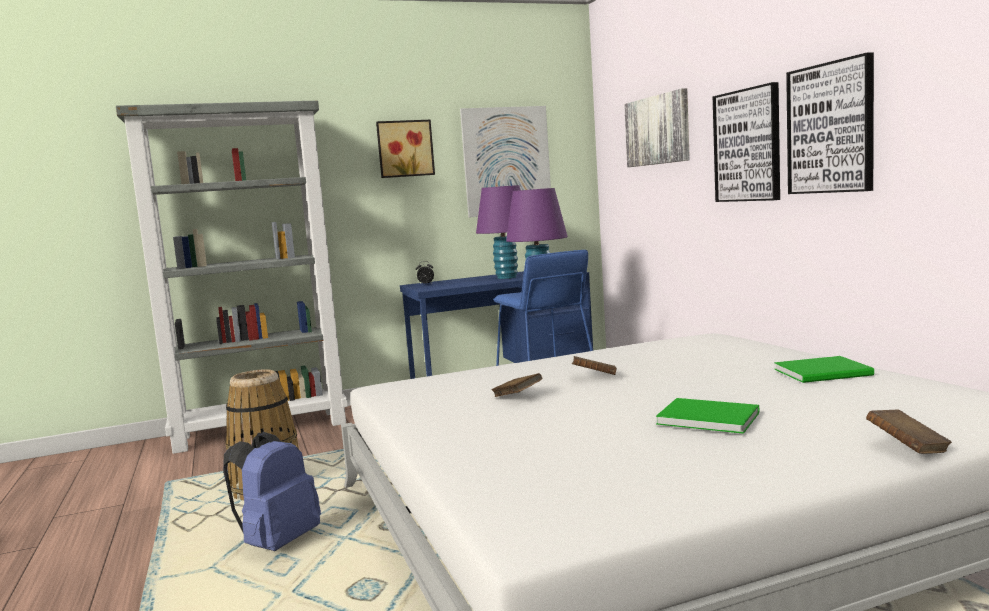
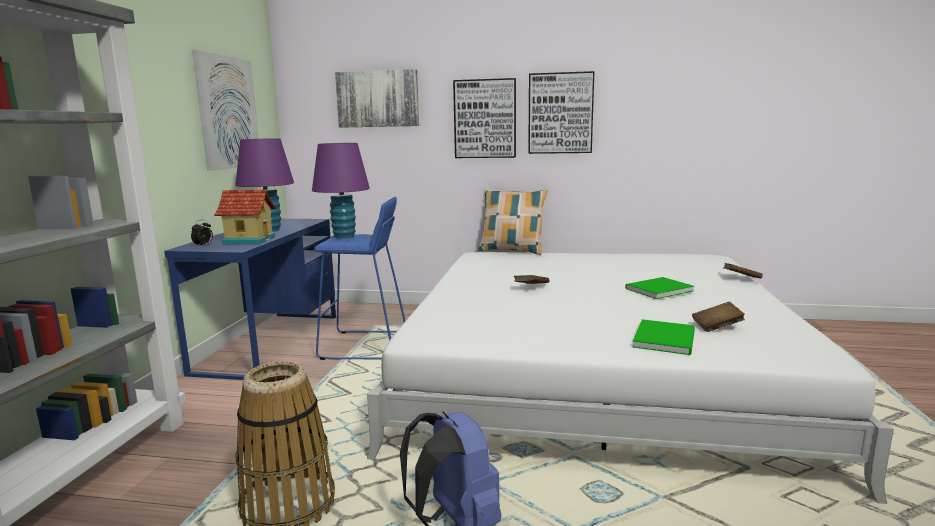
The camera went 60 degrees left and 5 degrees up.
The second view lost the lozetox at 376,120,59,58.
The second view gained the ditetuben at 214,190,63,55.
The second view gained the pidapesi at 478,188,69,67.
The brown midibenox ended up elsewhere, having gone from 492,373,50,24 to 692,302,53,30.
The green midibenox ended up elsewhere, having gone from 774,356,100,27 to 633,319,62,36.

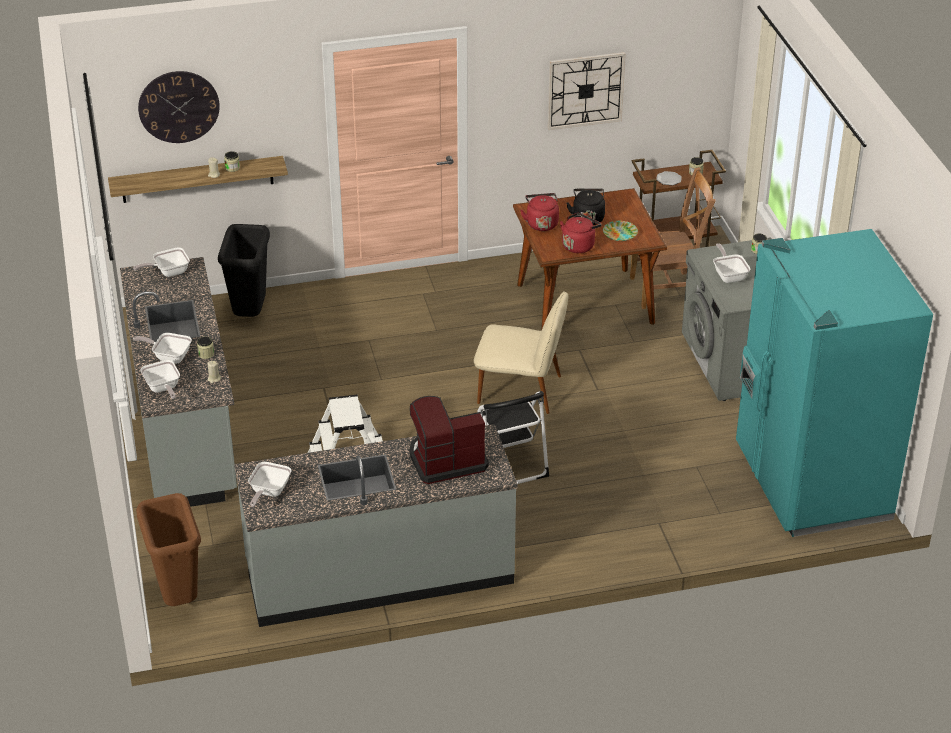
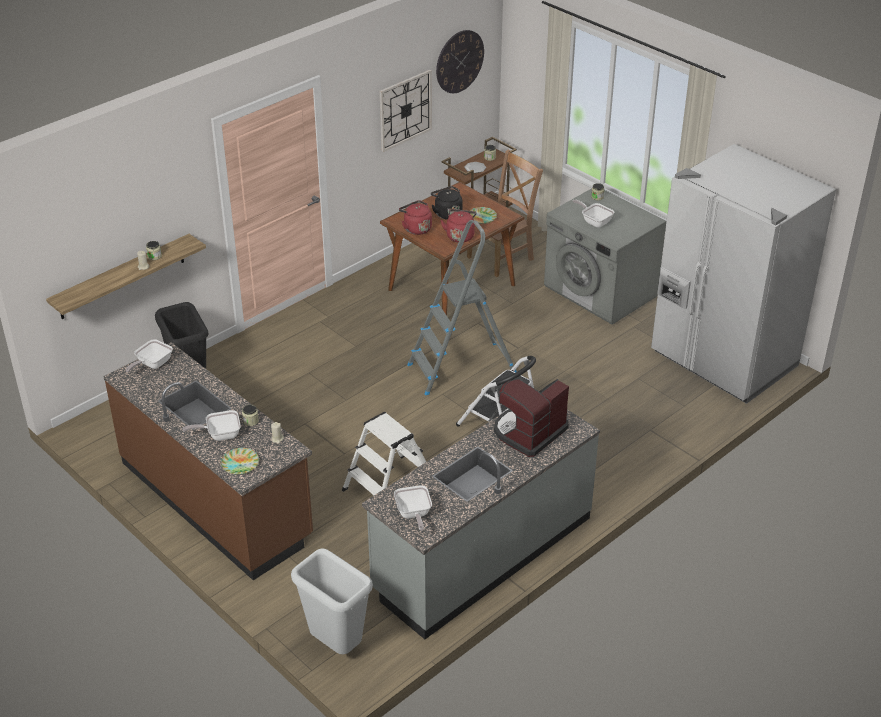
The camera went 30 degrees left and 0 degrees up.
The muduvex ended up elsewhere, having gone from 138,71,82,72 to 436,30,48,63.
Where the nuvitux stood at 141,360,39,39, the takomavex came to stand at 220,448,39,27.
Where the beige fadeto stood at 474,291,94,123, the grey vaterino came to stand at 407,220,110,175.
What was the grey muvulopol at 120,257,117,250 turned into the brown muvulopol at 103,342,210,238.
What was the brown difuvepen at 136,493,65,113 turned into the grey difuvepen at 291,548,82,106.
What was the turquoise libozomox at 736,229,197,308 turned into the white libozomox at 651,144,185,260.

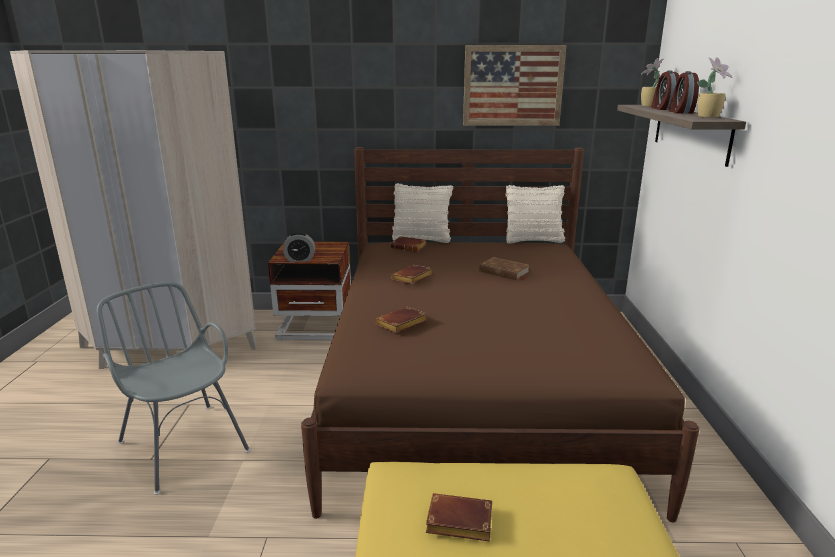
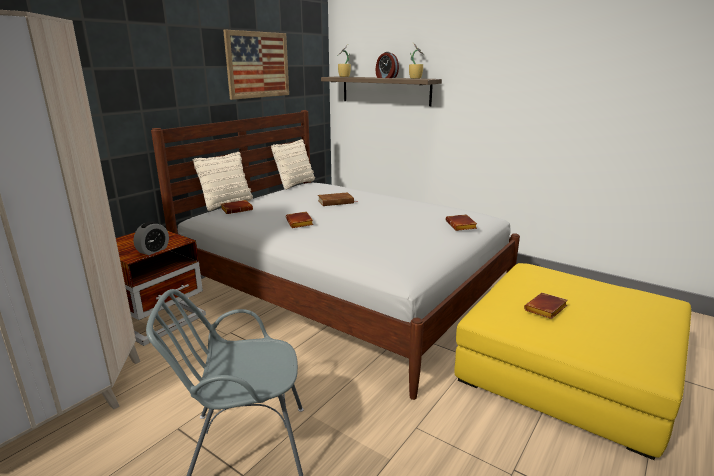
The camera went 55 degrees left and 0 degrees up.
The second view lost the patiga at 652,70,27,40.
The brown midibenox ended up elsewhere, having gone from 375,307,52,26 to 446,214,31,17.
What was the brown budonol at 301,147,398,375 turned into the white budonol at 151,110,369,290.

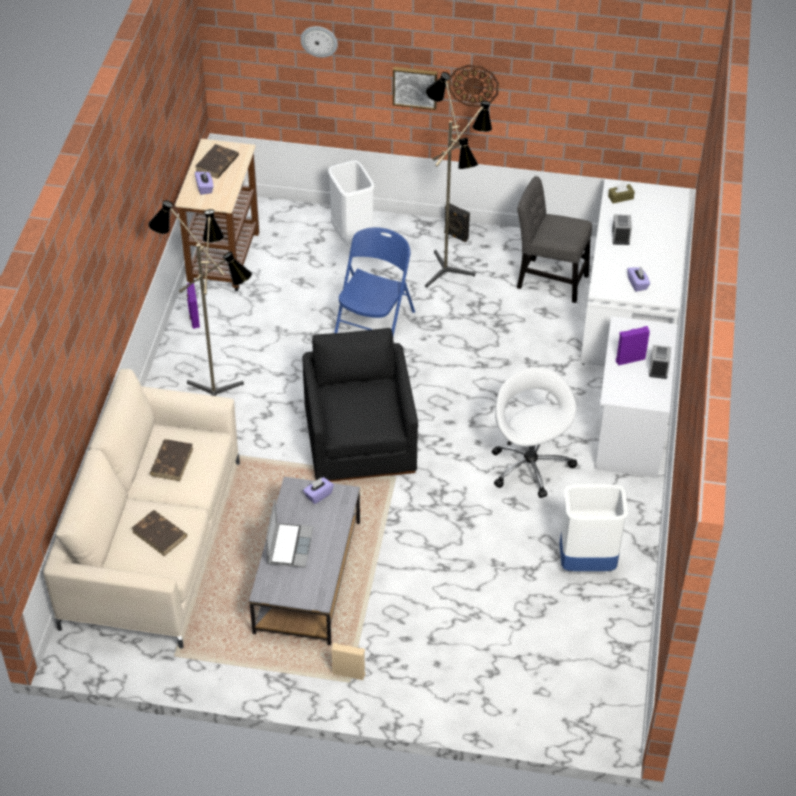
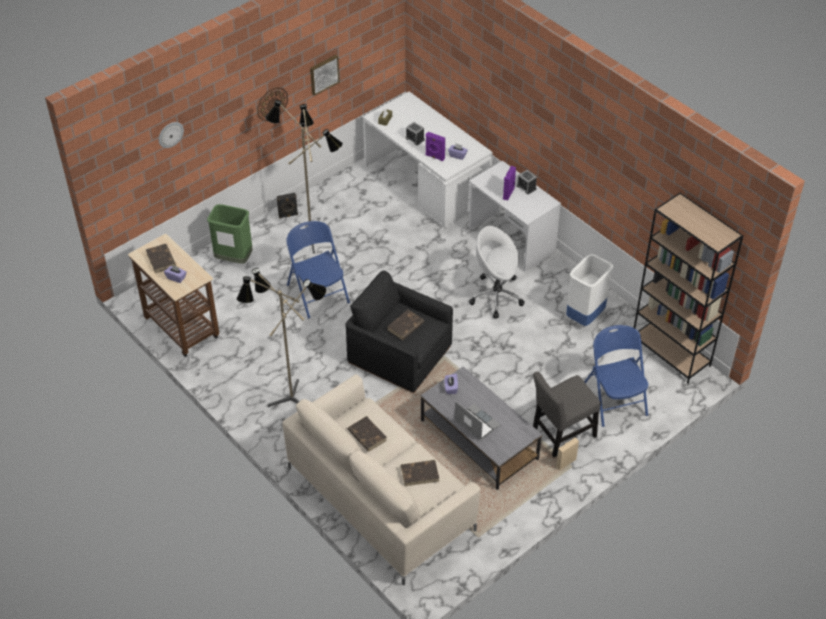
The camera went 50 degrees left and 0 degrees up.
The second view gained the brown midibenox at 387,310,37,30.
The second view gained the blue fadeto at 584,325,64,102.
The second view gained the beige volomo at 634,193,109,191.
The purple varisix ended up elsewhere, having gone from 186,283,14,46 to 425,132,20,29.
The lozetox ended up elsewhere, having gone from 393,67,44,43 to 310,55,30,41.
The grey fadeto ended up elsewhere, having gone from 517,176,75,127 to 533,372,68,85.
What was the white difuvepen at 328,161,46,84 turned into the green difuvepen at 207,204,46,60.

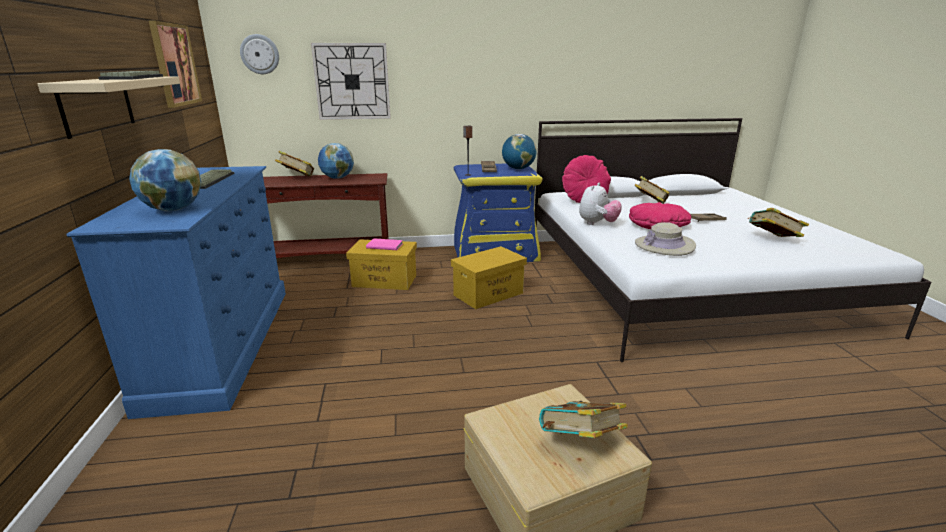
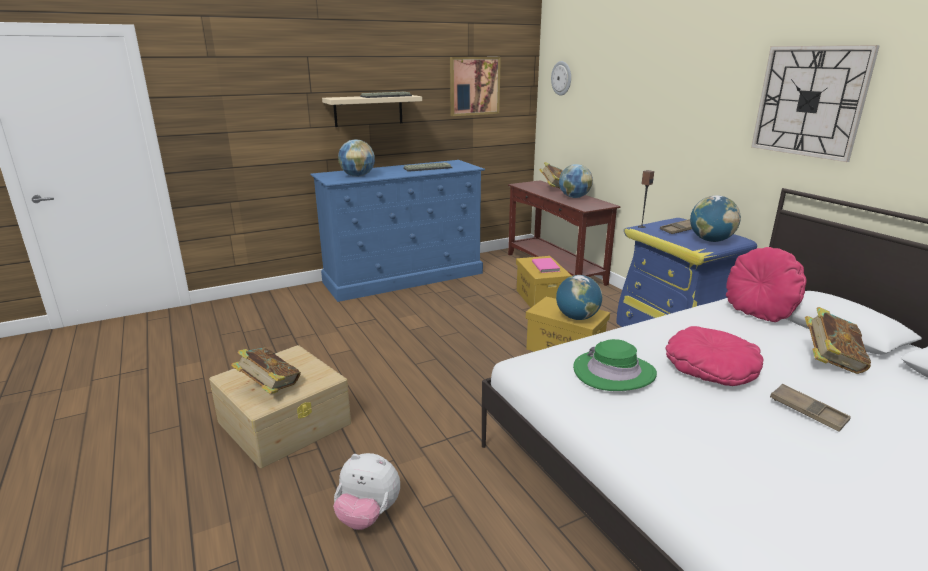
The camera went 70 degrees right and 0 degrees up.
The second view lost the midibenox at 748,208,61,29.
The second view gained the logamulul at 556,275,46,45.
The muduvex ended up elsewhere, having gone from 311,43,80,77 to 751,45,129,117.
The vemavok ended up elsewhere, having gone from 579,183,43,42 to 333,453,67,77.
What was the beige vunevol at 635,222,61,34 turned into the green vunevol at 573,339,84,52.

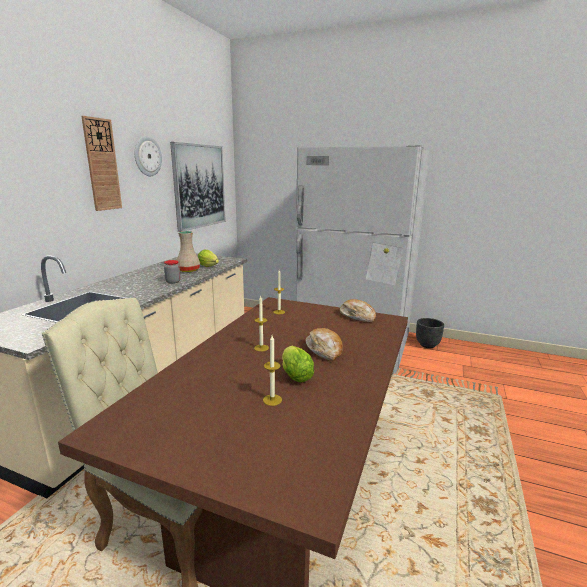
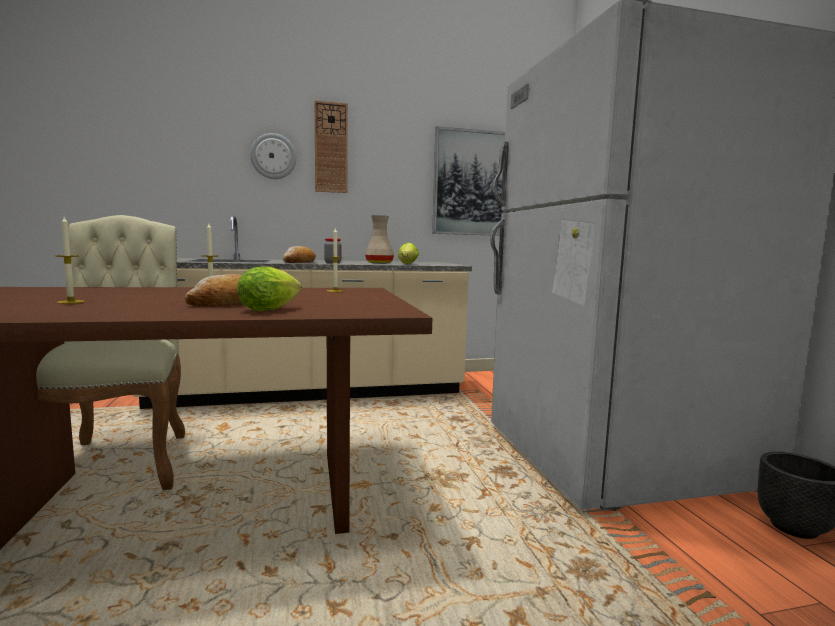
The camera went 55 degrees right and 10 degrees down.
The muduvex ended up elsewhere, having gone from 135,136,27,40 to 250,133,47,46.
The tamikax ended up elsewhere, having gone from 282,346,32,36 to 237,267,65,44.
The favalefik ended up elsewhere, having gone from 340,299,36,23 to 283,246,33,17.

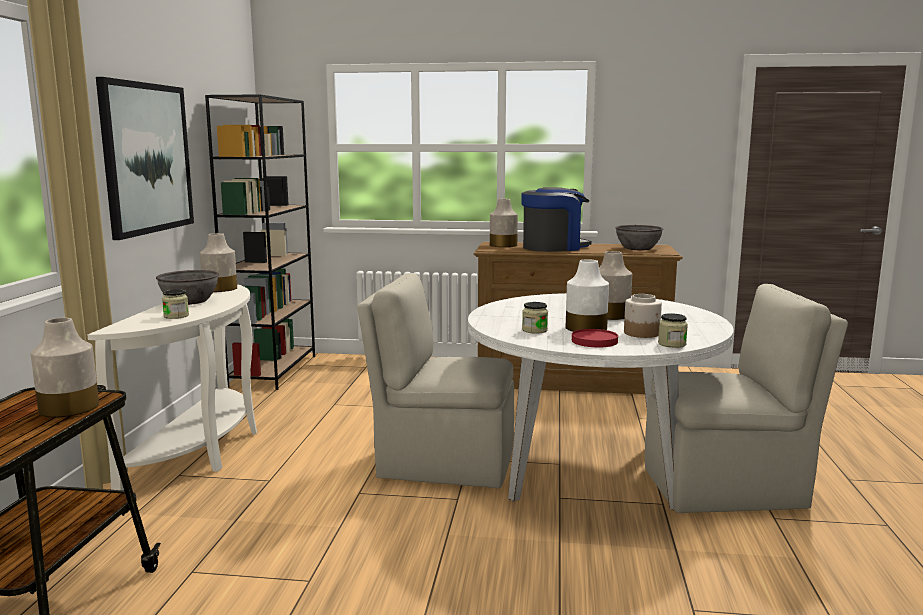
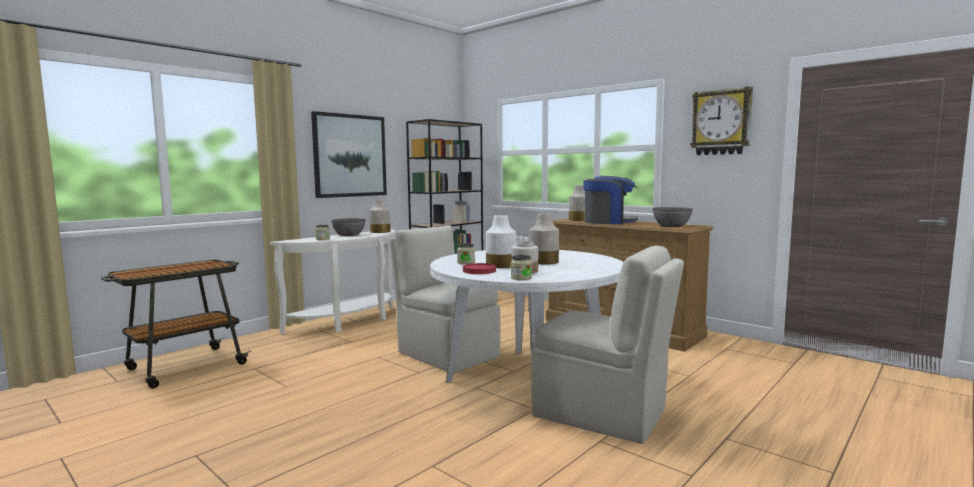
The camera went 35 degrees right and 5 degrees down.
The second view lost the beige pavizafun at 30,318,69,100.
The second view gained the muduvex at 690,87,63,68.

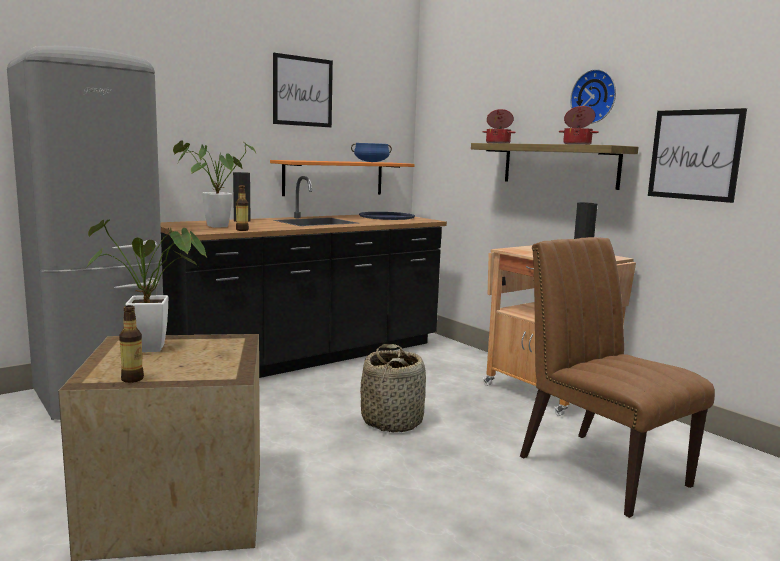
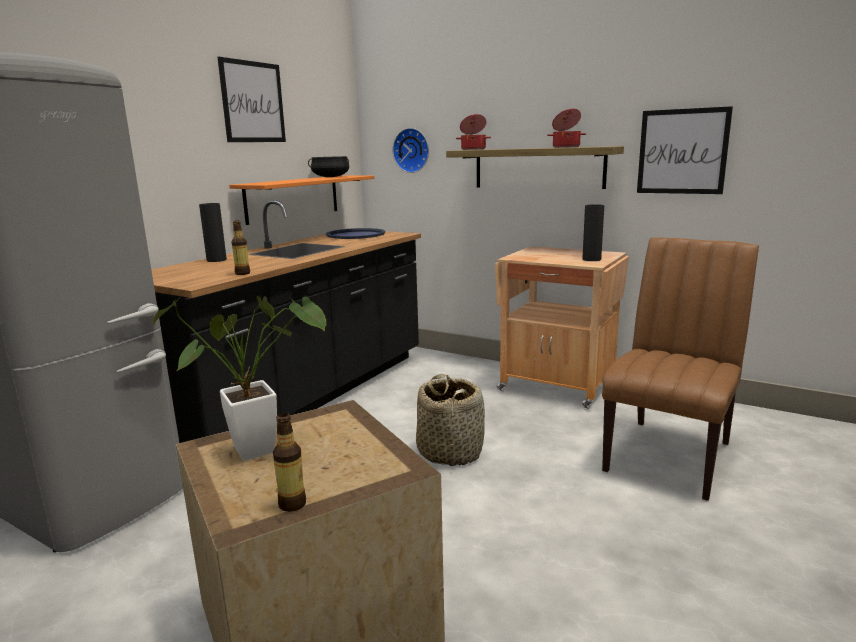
The camera went 20 degrees left and 5 degrees up.
The second view lost the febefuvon at 173,140,83,88.
The muduvex ended up elsewhere, having gone from 570,69,46,55 to 393,128,36,45.
What was the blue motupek at 351,143,41,19 turned into the black motupek at 308,156,41,21.
The brown fadeto at 520,237,195,281 ended up facing another way, 90 degrees clockwise from before.

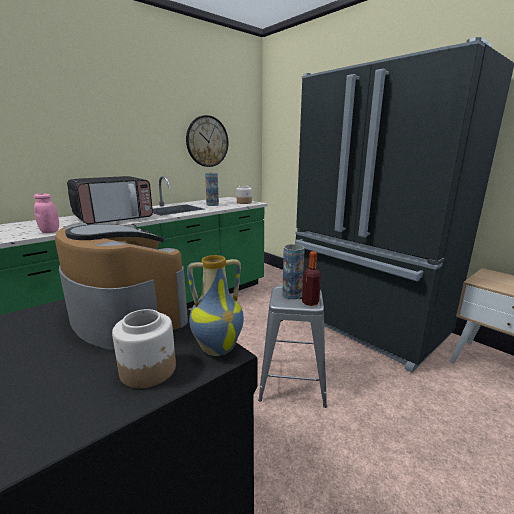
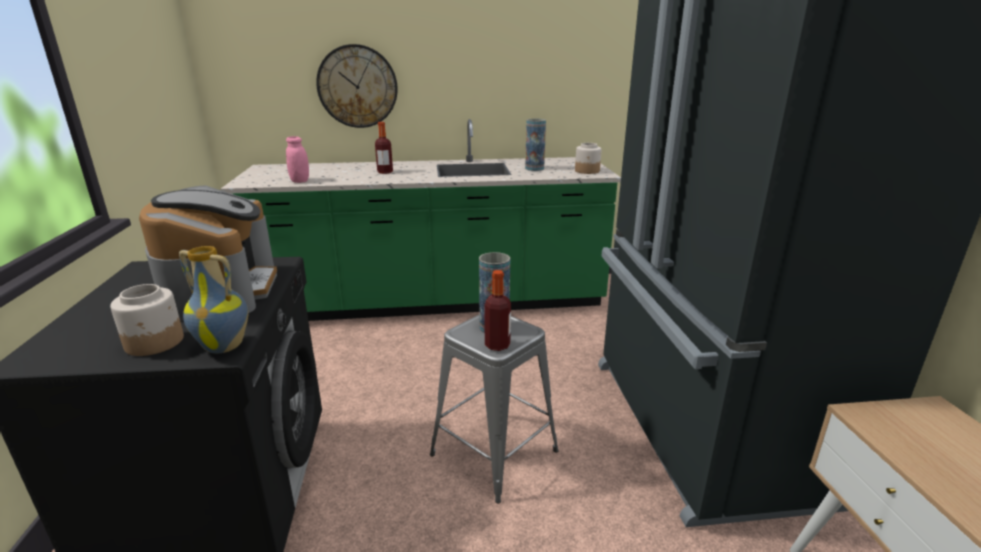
The camera went 35 degrees right and 5 degrees up.
The muduvex ended up elsewhere, having gone from 186,115,42,52 to 316,44,82,84.
Where the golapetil stood at 67,176,86,48, the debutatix came to stand at 375,122,18,52.

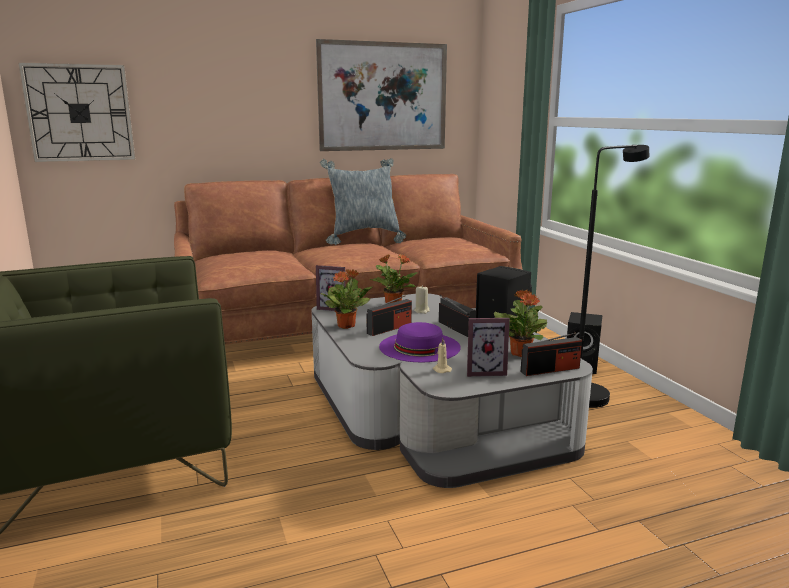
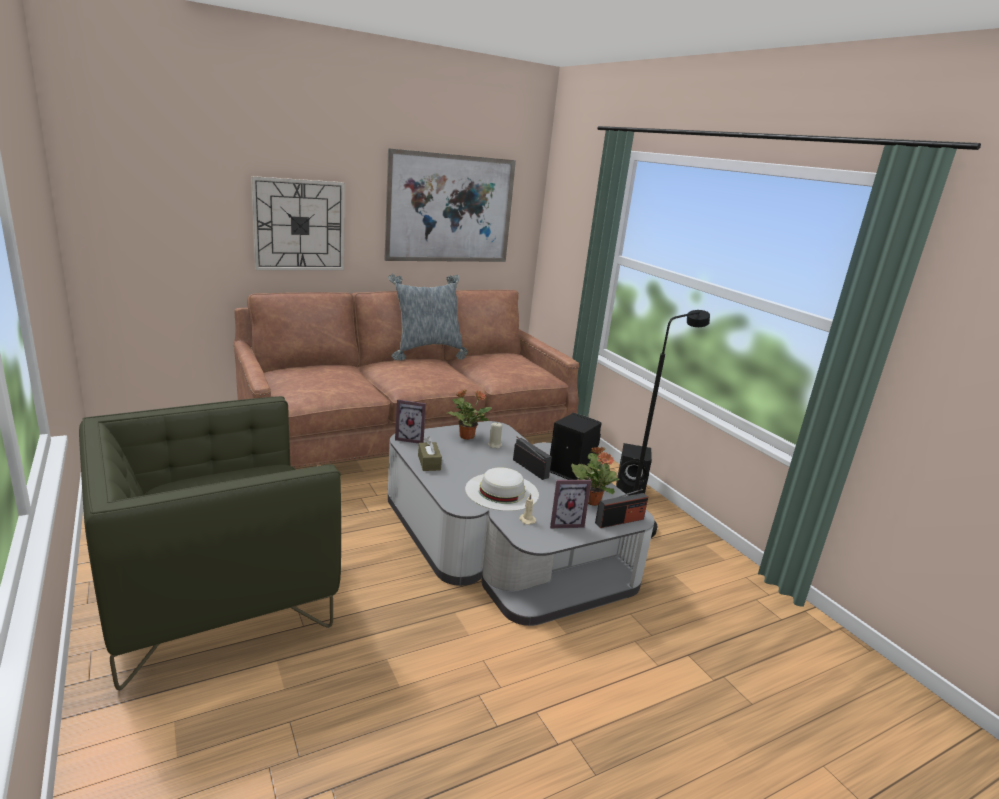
The camera went 10 degrees left and 5 degrees up.
The second view lost the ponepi at 366,295,46,41.
The muduvex ended up elsewhere, having gone from 18,62,117,100 to 251,176,94,94.
Where the febefuvon stood at 321,269,52,60, the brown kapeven came to stand at 418,437,24,34.
What was the purple vunevol at 379,322,82,40 turned into the white vunevol at 465,467,74,44.

